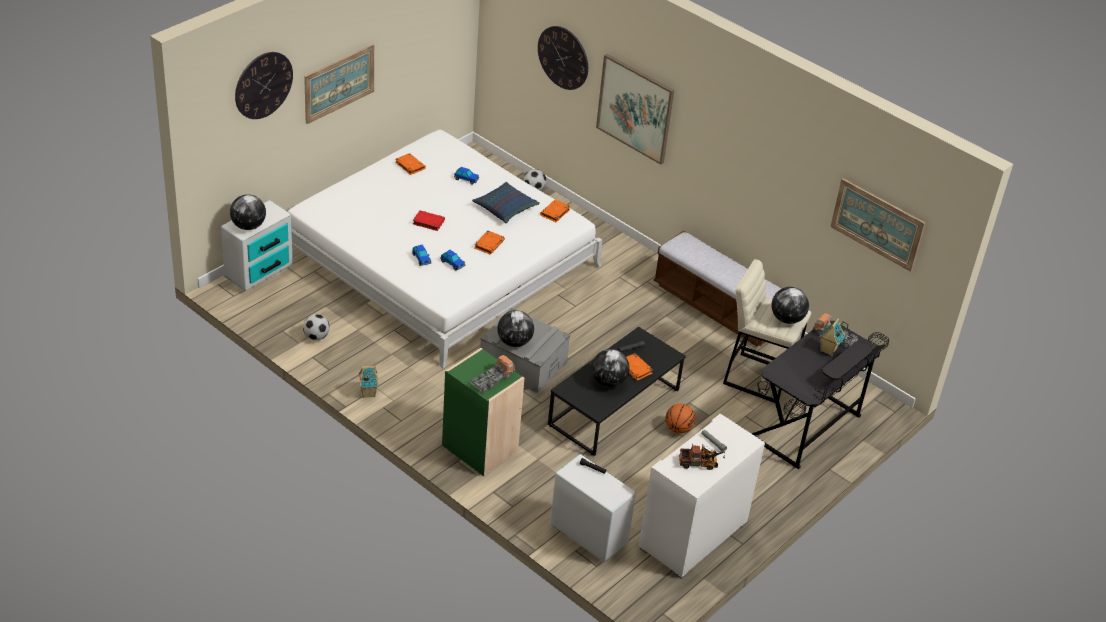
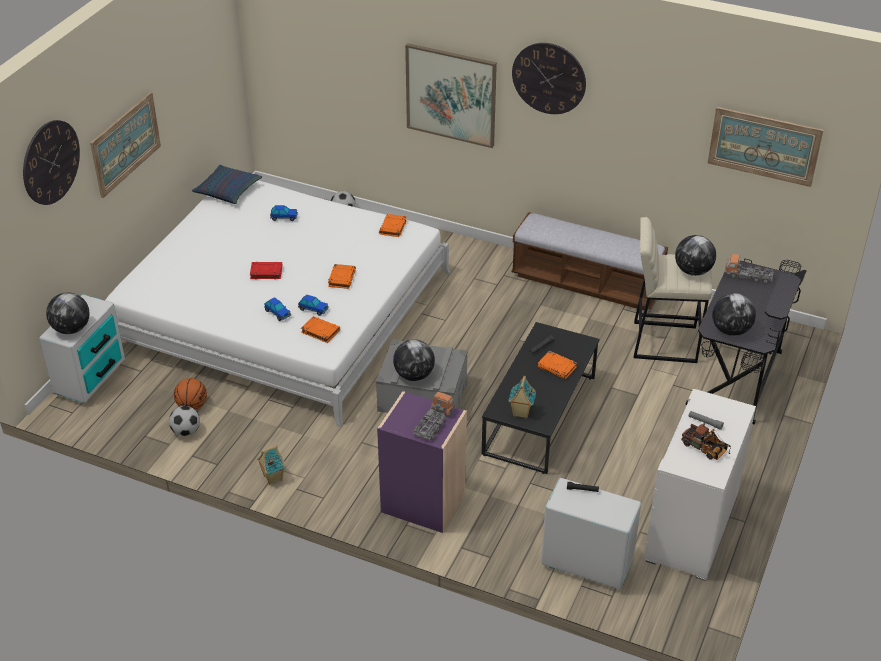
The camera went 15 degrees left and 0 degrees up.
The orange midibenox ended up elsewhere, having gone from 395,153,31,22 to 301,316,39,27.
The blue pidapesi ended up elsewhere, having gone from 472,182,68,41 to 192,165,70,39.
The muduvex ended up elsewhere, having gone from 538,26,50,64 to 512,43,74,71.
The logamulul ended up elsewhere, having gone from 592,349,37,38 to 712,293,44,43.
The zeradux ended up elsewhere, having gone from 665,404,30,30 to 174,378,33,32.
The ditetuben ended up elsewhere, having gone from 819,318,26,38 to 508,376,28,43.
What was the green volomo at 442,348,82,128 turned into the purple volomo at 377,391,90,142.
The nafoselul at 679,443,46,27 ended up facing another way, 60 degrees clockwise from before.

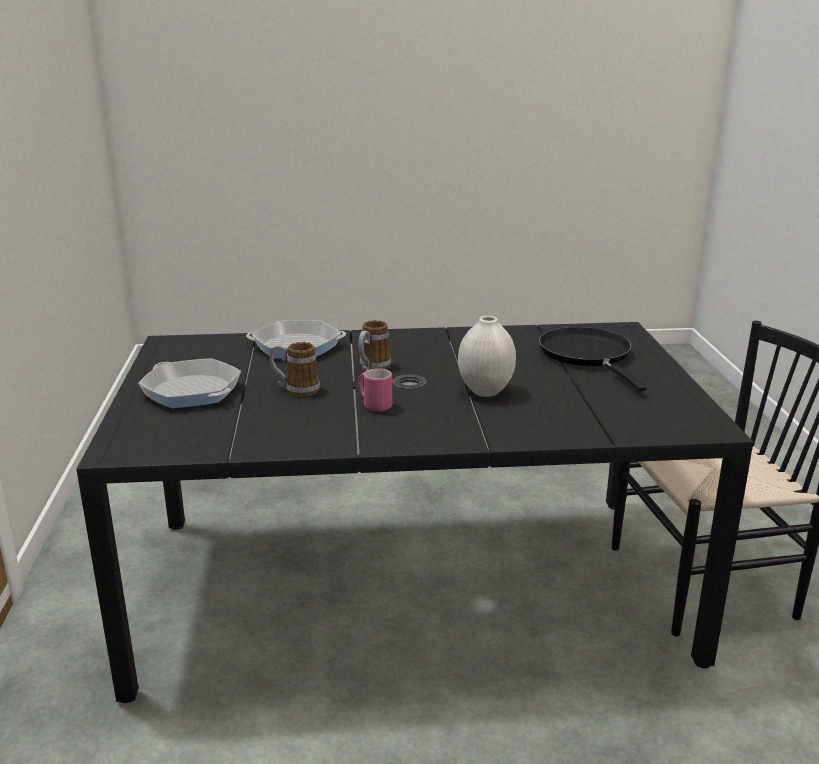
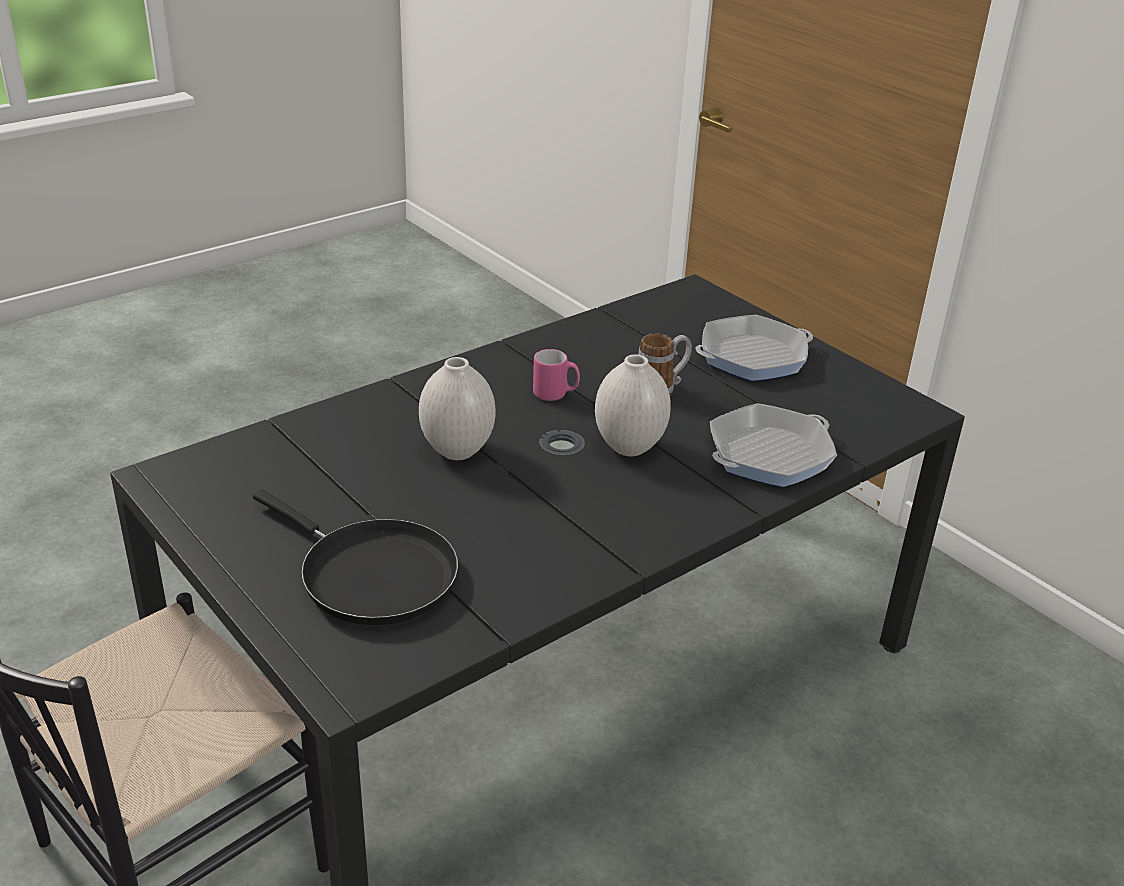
The camera went 145 degrees right and 10 degrees up.
Where the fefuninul stood at 358,320,33,51, the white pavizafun came to stand at 595,354,76,102.
The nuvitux at 138,358,103,51 ended up facing another way, 150 degrees clockwise from before.

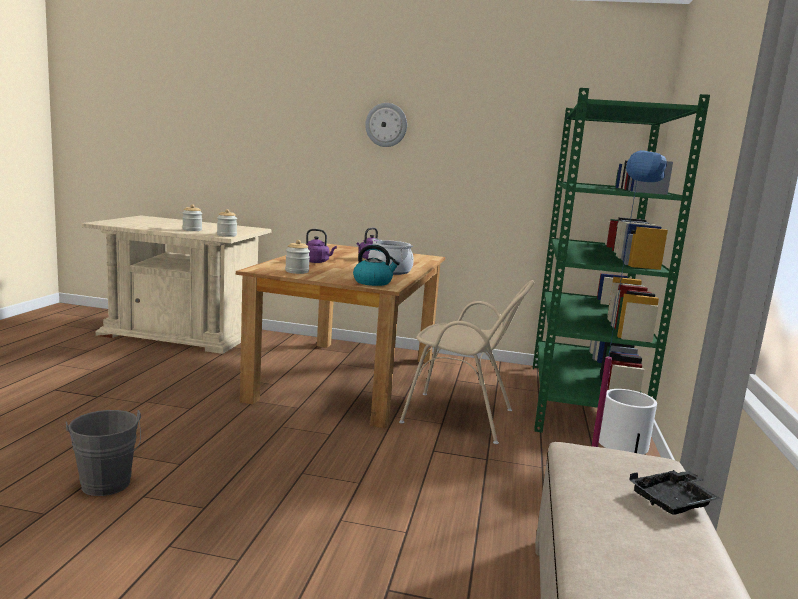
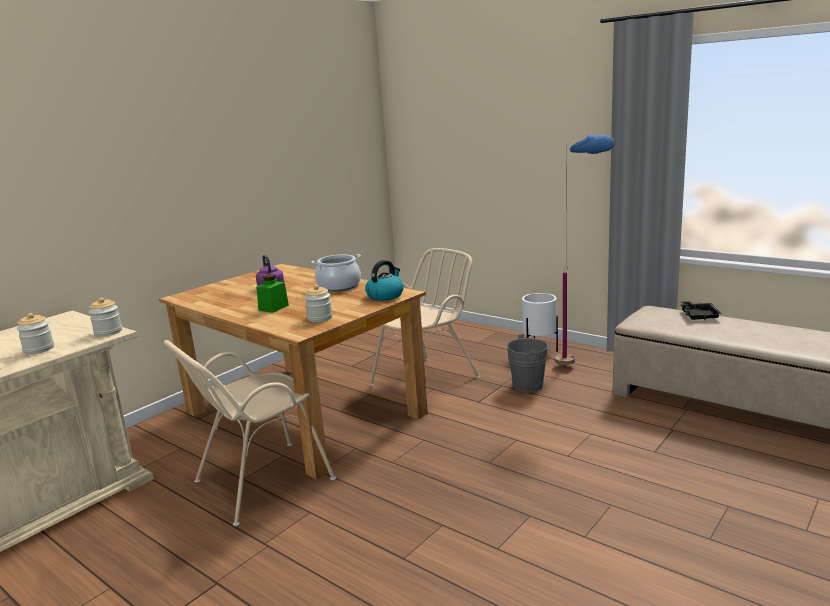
The camera went 60 degrees left and 5 degrees up.
The second view lost the muduvex at 365,103,42,44.
The second view lost the green volomo at 533,88,177,345.
The second view gained the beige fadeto at 164,340,172,186.
The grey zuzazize ended up elsewhere, having gone from 66,410,75,86 to 506,334,50,59.
Where the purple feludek stood at 306,229,31,34, the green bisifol came to stand at 256,274,33,39.

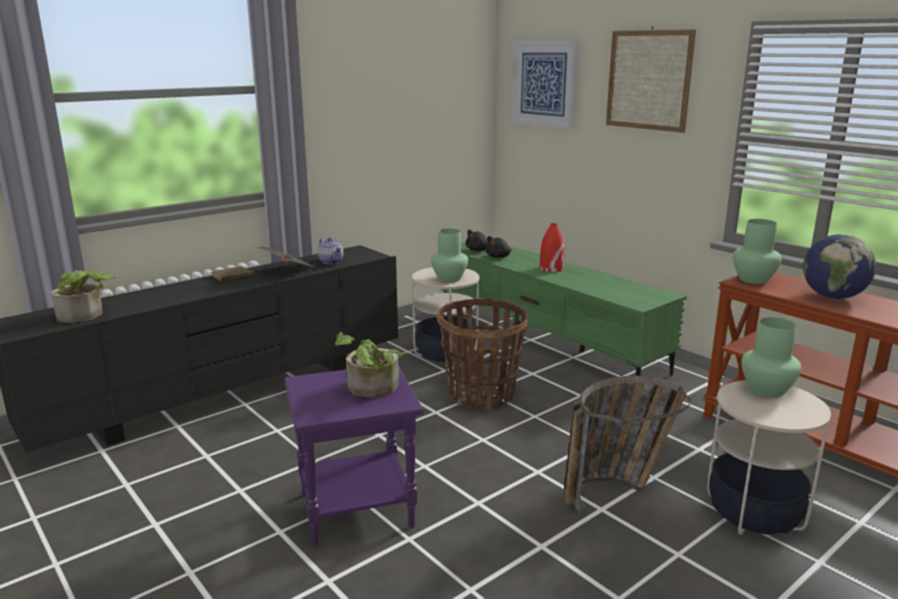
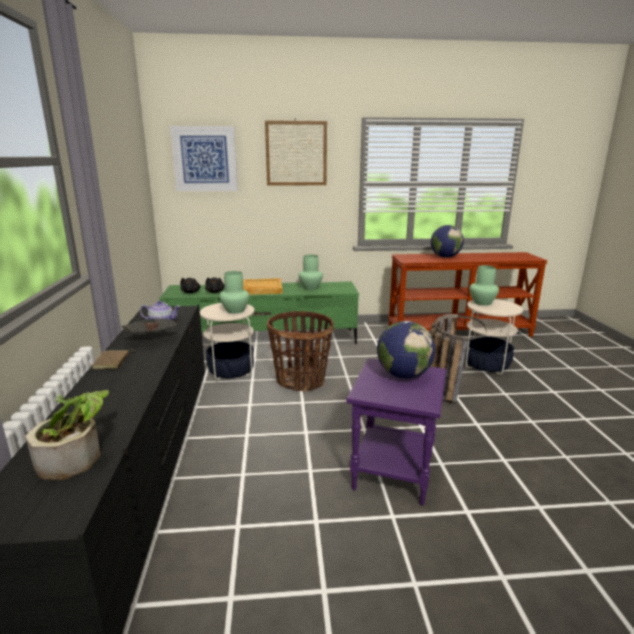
The camera went 55 degrees left and 0 degrees up.
The green pavizafun ended up elsewhere, having gone from 733,219,49,65 to 299,255,24,35.
Where the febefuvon stood at 335,332,70,66, the logamulul came to stand at 377,321,58,58.
Where the red pavizafun stood at 540,223,24,49, the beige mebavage came to stand at 243,278,40,17.

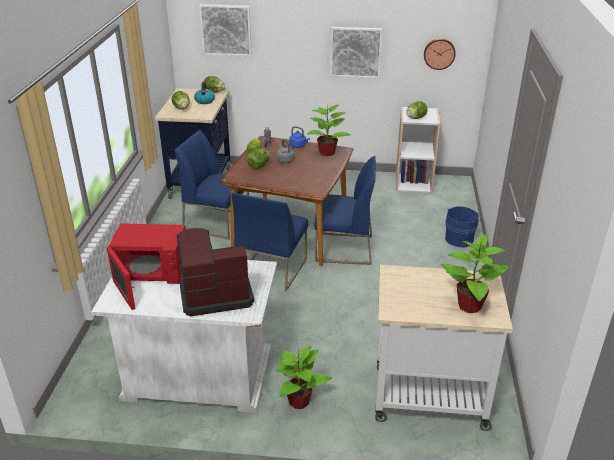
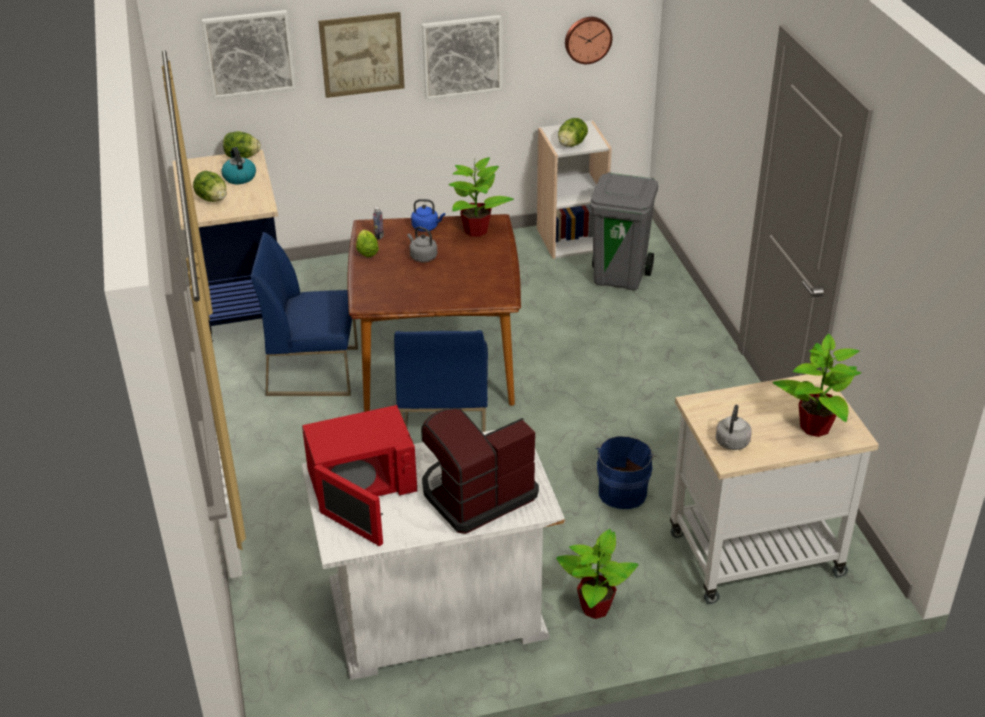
The camera went 20 degrees left and 5 degrees up.
The second view lost the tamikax at 246,148,24,21.
The second view lost the blue fadeto at 315,156,61,109.
The second view gained the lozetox at 318,12,87,86.
The second view gained the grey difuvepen at 590,172,68,118.
The second view gained the grey feludek at 716,405,36,45.
The blue zuzazize ended up elsewhere, having gone from 445,206,36,41 to 595,436,61,73.

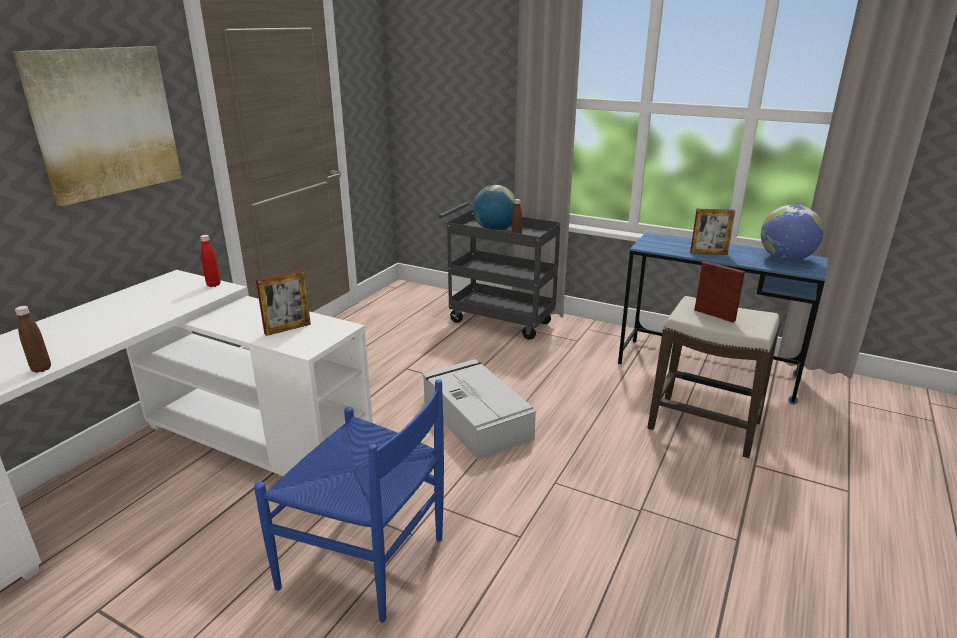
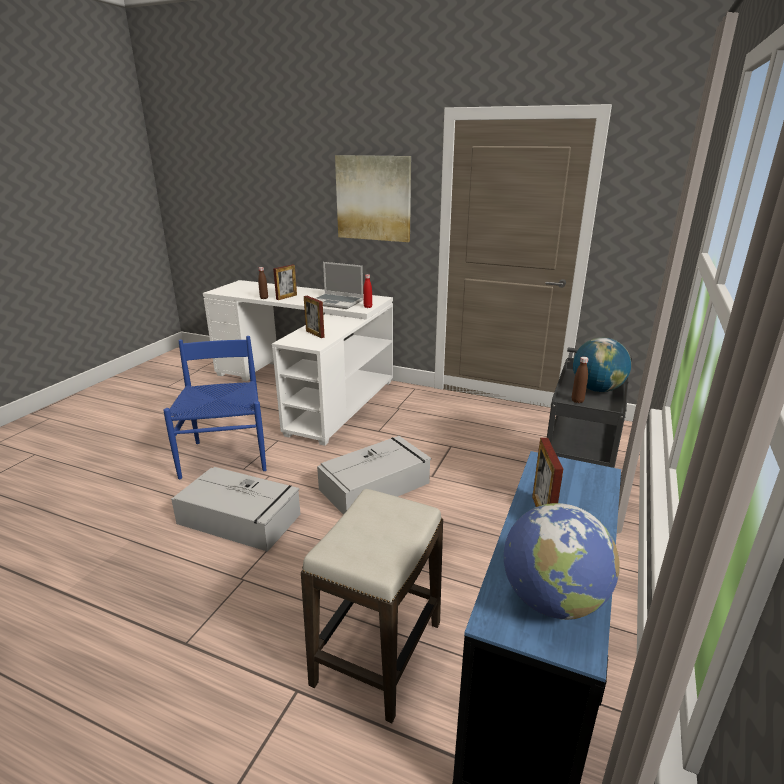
The camera went 85 degrees right and 0 degrees up.
The second view gained the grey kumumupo at 171,467,129,85.
The second view gained the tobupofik at 315,262,48,47.
The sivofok ended up elsewhere, having gone from 694,261,51,61 to 273,264,24,36.
The blue fadeto at 254,379,190,243 ended up facing another way, 150 degrees clockwise from before.

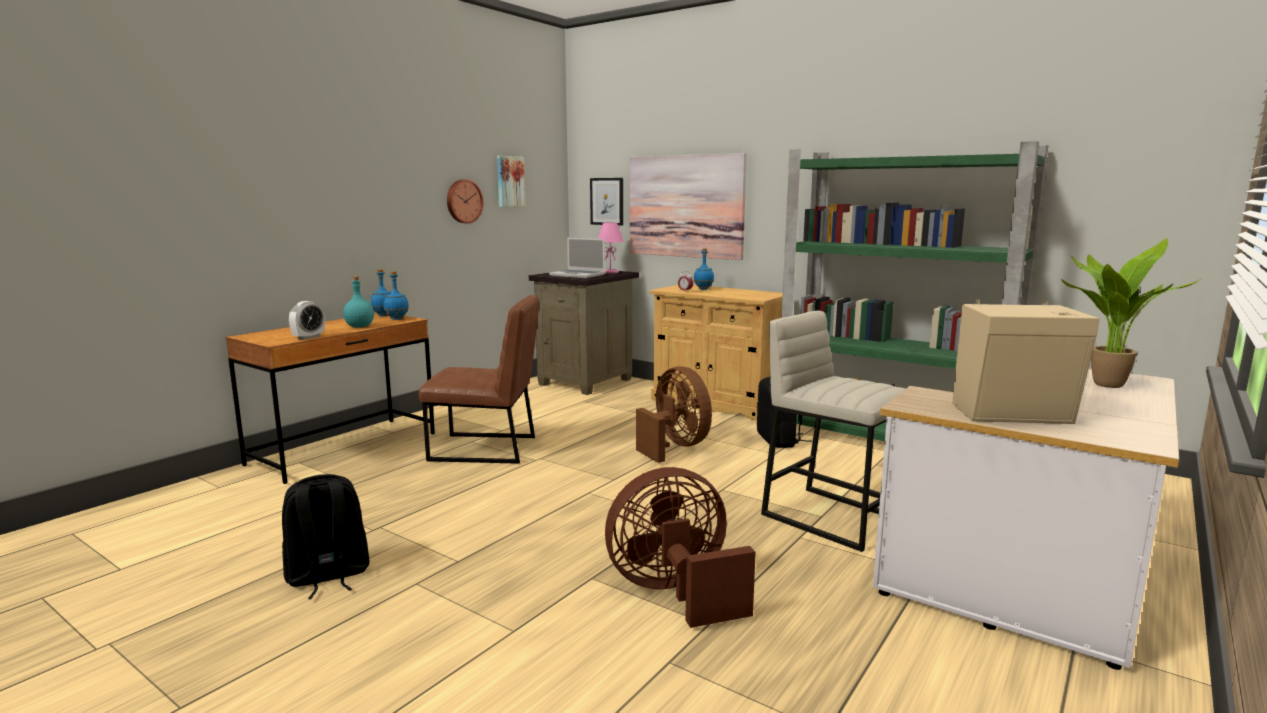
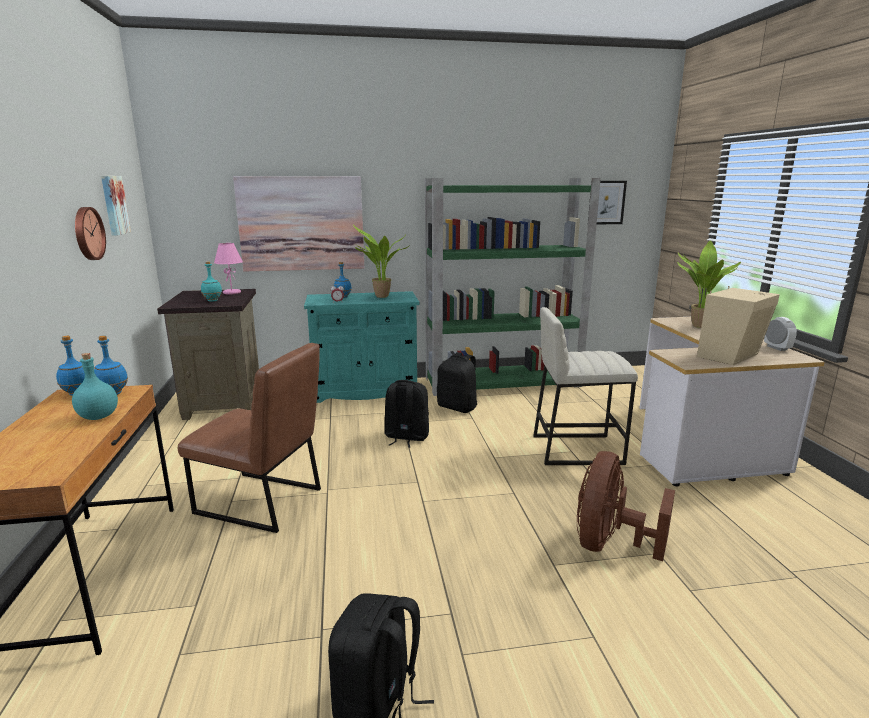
The camera went 45 degrees left and 5 degrees up.
The second view gained the febefuvon at 353,224,57,74.
The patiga ended up elsewhere, having gone from 289,301,36,39 to 764,317,33,34.
The lozetox ended up elsewhere, having gone from 590,178,33,48 to 588,181,39,43.
Where the tobupofik stood at 549,238,56,40, the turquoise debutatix came to stand at 201,261,21,41.
Where the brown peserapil stood at 636,366,76,97, the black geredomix came to stand at 384,380,45,68.
What was the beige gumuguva at 650,285,133,136 turned into the turquoise gumuguva at 304,291,115,112.
The brown fadeto at 419,295,120,169 ended up facing another way, 60 degrees clockwise from before.

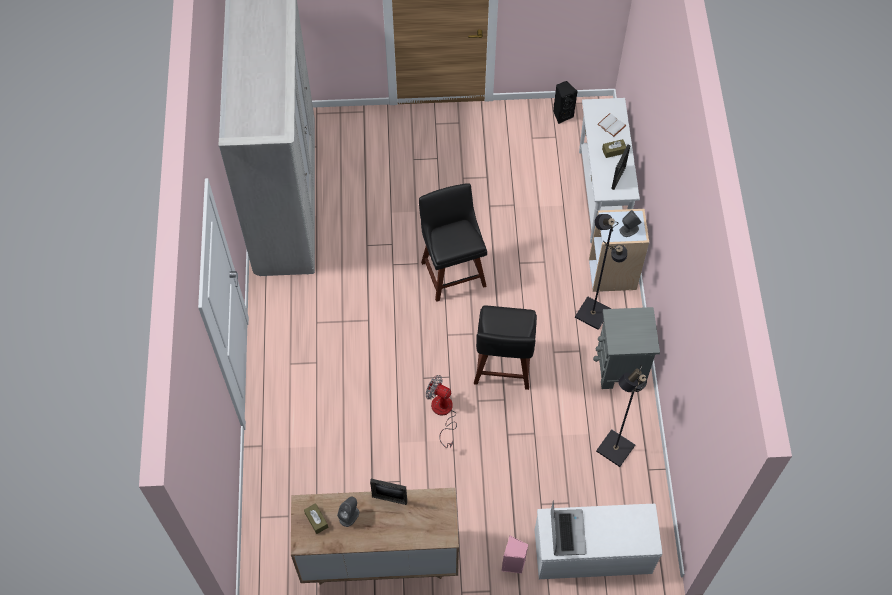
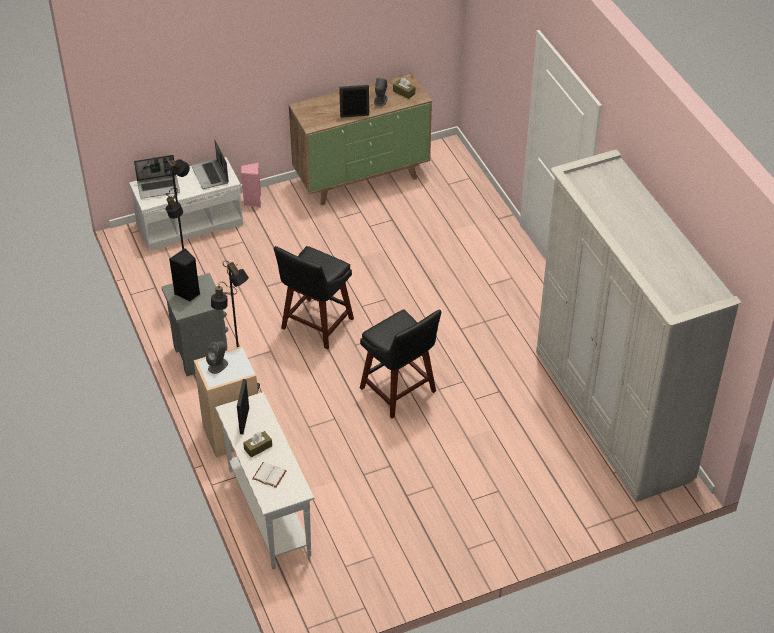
The camera went 160 degrees right and 15 degrees down.
The second view lost the peserapil at 426,375,31,73.
The second view gained the tobupofik at 134,155,46,44.
The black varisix ended up elsewhere, having gone from 553,81,25,43 to 169,248,31,53.
The black fadeto at 474,306,63,84 ended up facing another way, 135 degrees counterclockwise from before.

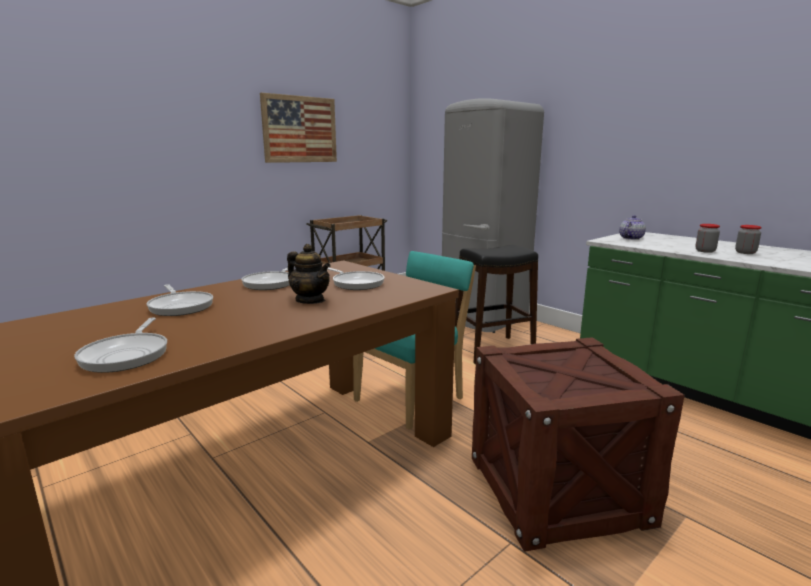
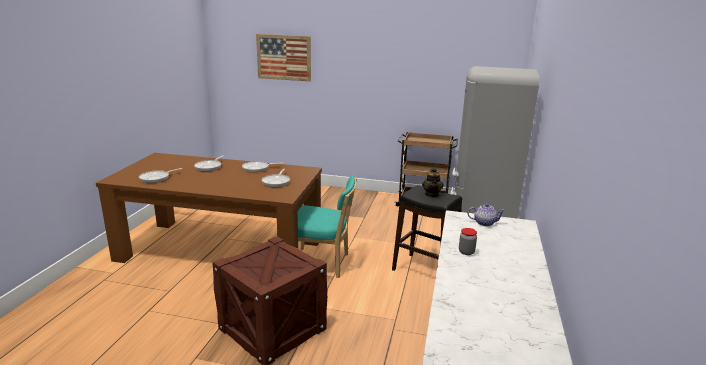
The camera went 55 degrees right and 5 degrees up.
The second view lost the bisifol at 735,225,27,29.
The lozetox ended up elsewhere, having gone from 260,92,77,71 to 256,34,55,47.
The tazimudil ended up elsewhere, having gone from 287,244,44,60 to 422,168,22,29.

